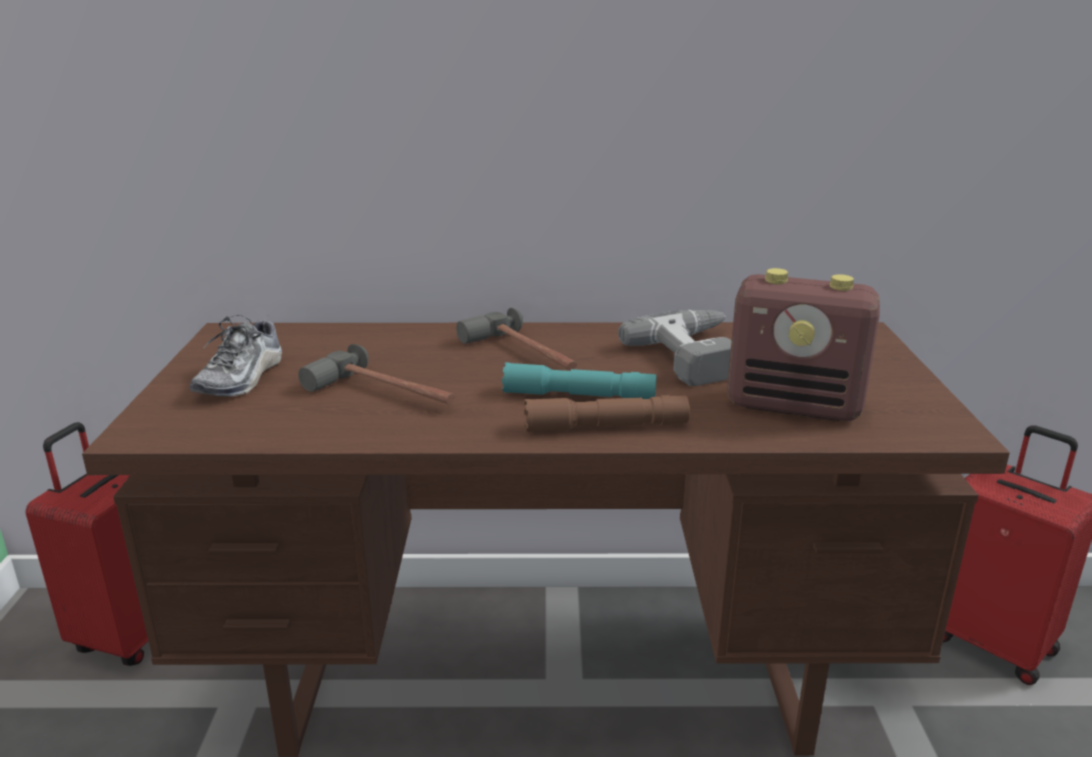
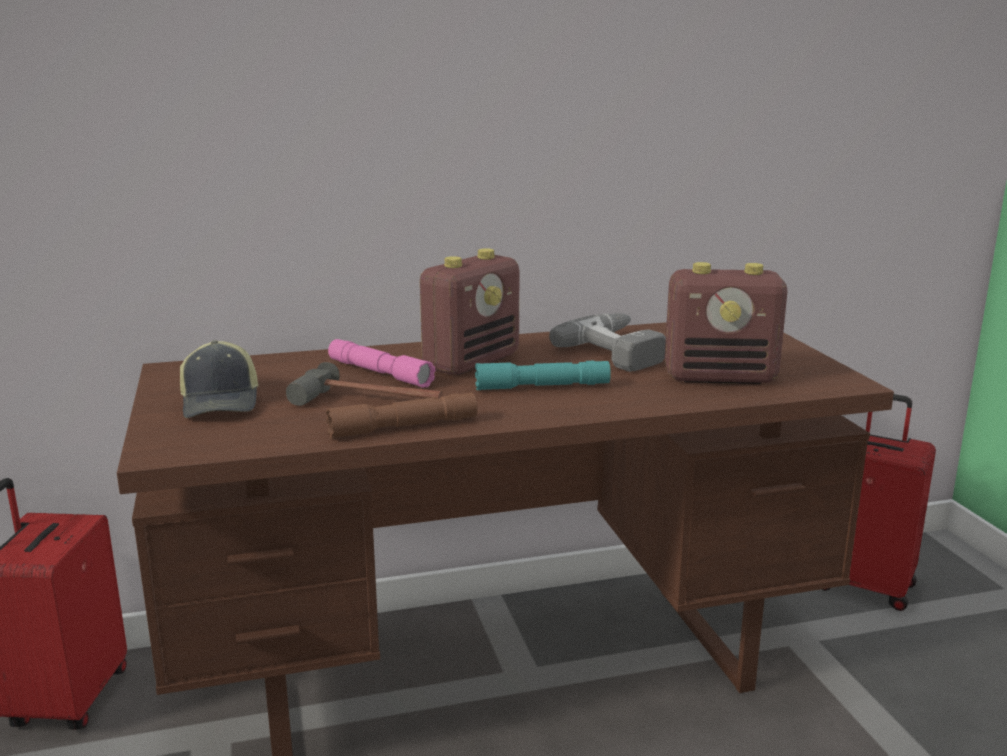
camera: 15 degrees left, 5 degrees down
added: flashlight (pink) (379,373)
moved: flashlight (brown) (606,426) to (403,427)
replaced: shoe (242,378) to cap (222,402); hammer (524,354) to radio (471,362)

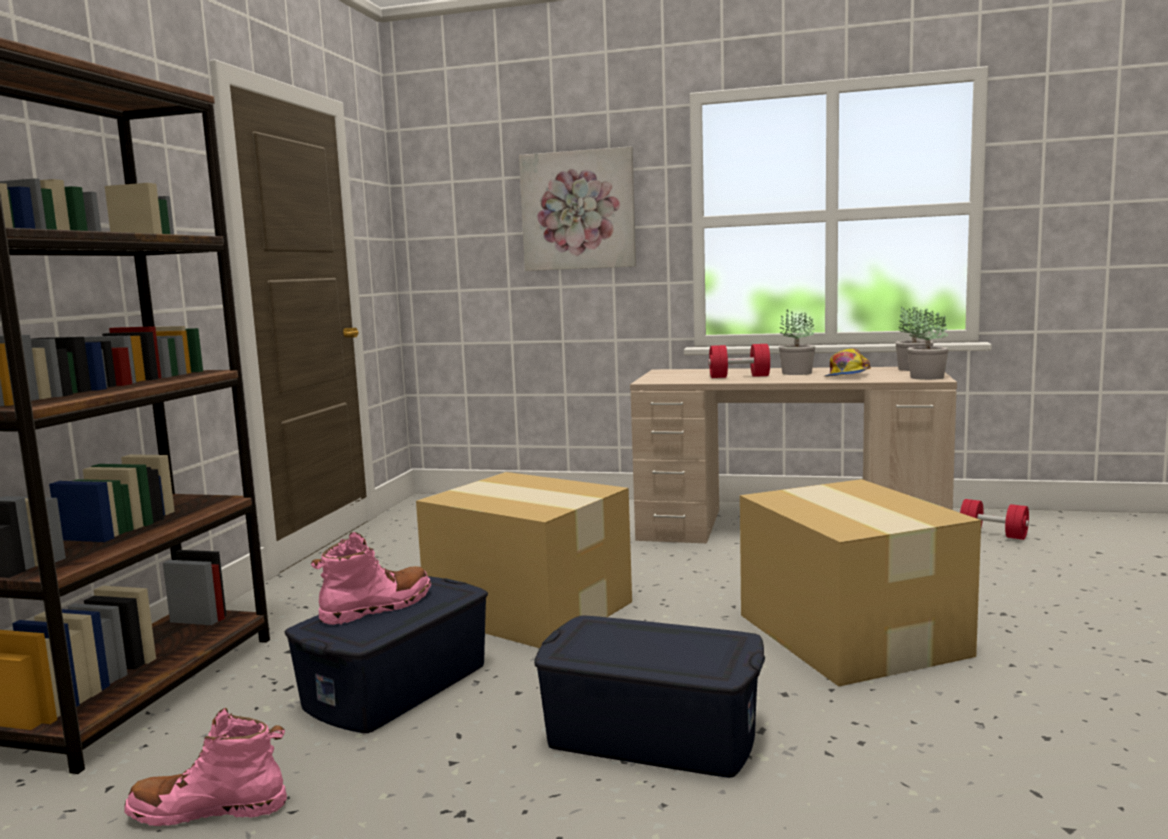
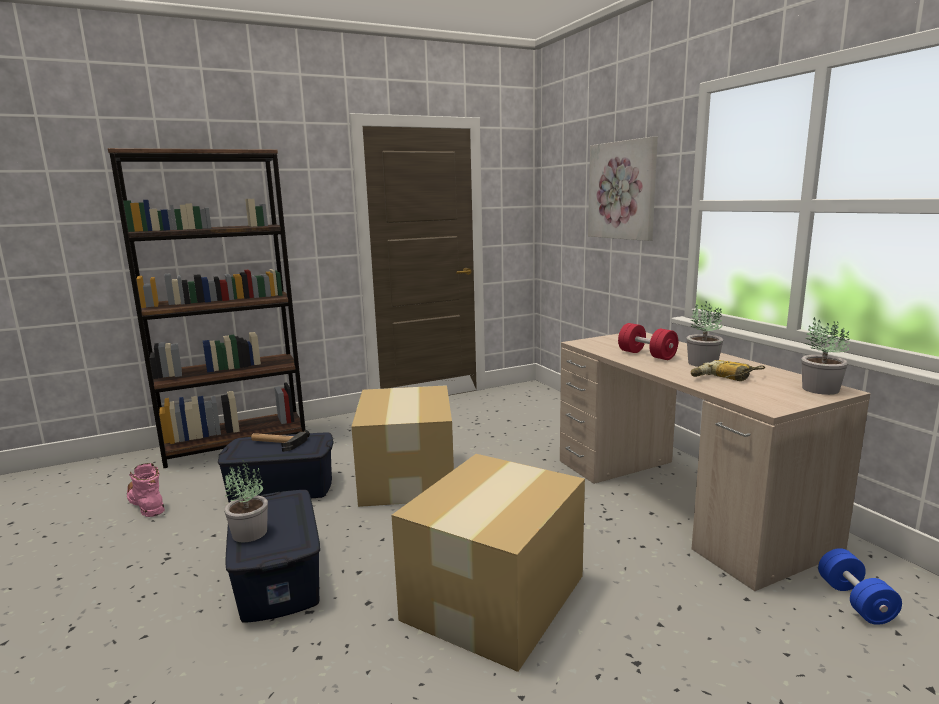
camera: 50 degrees right, 5 degrees up
moved: potted plant (926,377) to (249,533)
replaced: boot (pink) (377,607) to hammer (277,443); cap (847,375) to power drill (725,378)
recoloured: dumbbell (red) (993,534) to dumbbell (blue) (855,601)

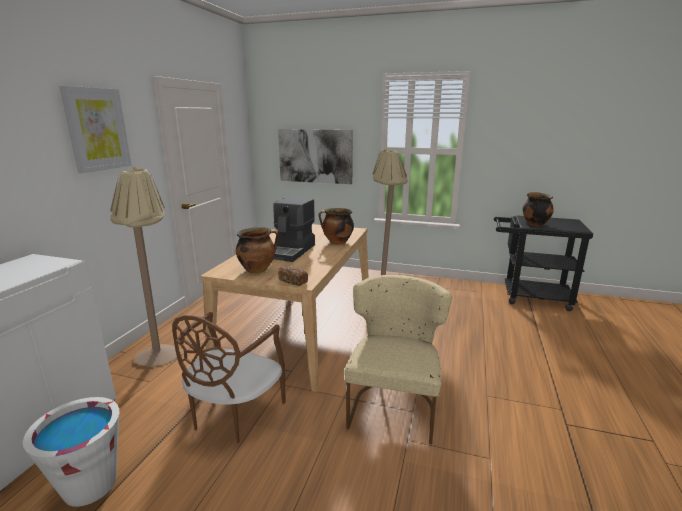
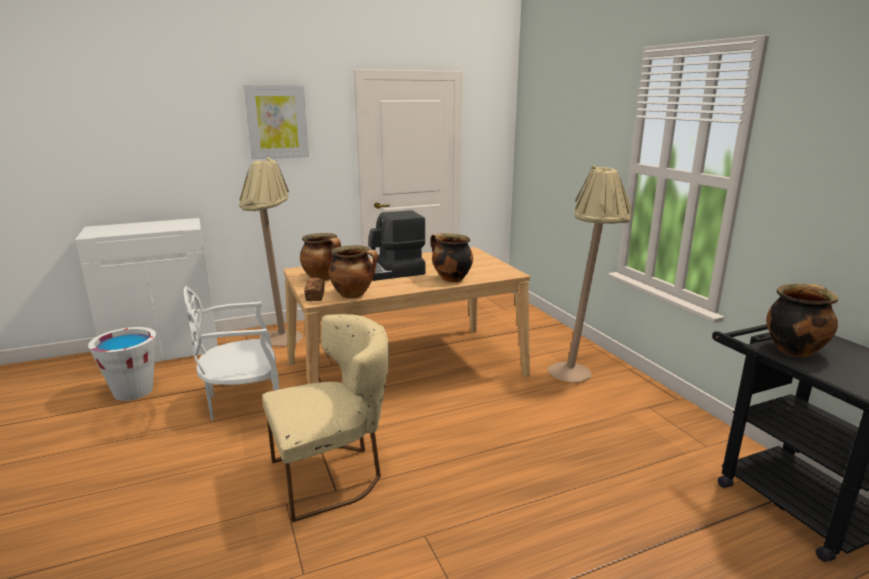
camera: 50 degrees right, 0 degrees up
removed: picture (315,156)
added: cooking pot (354,295)
recoloured: chair (brown) (234,414) to chair (white) (243,402)

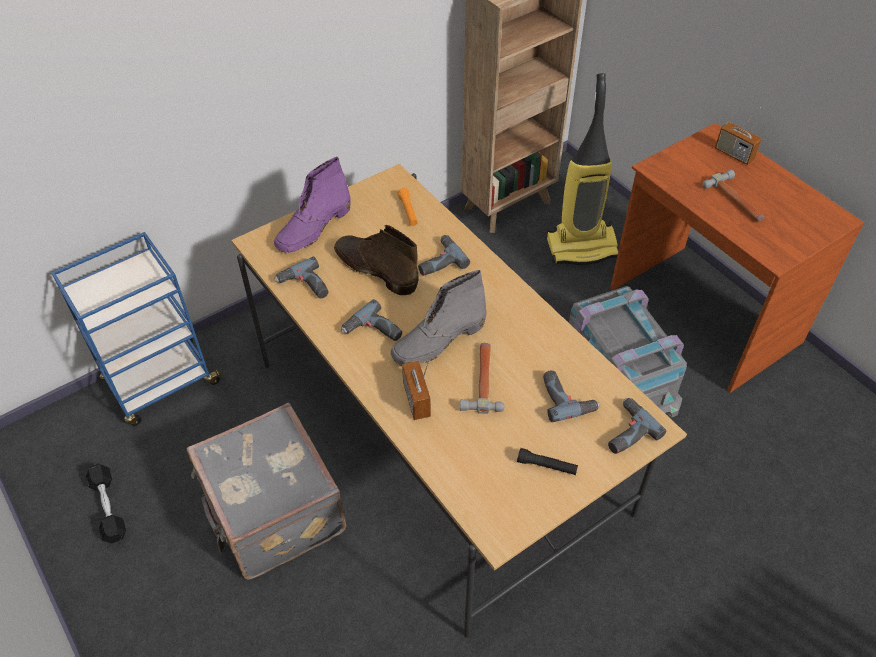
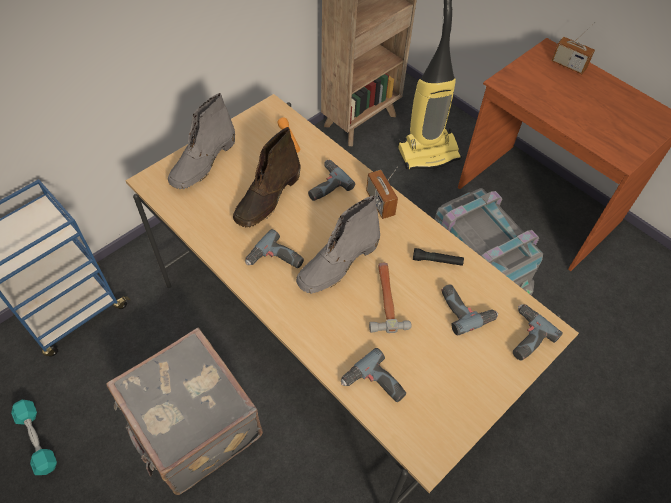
camera: 10 degrees left, 5 degrees up
removed: hammer (736,201)
moved: power drill (304,286) to (374,386); radio (416,400) to (380,203); flashlight (black) (546,466) to (437,261)
recoloured: dumbbell (black) (108,508) to dumbbell (turquoise) (37,440); boot (purple) (313,228) to boot (grey) (203,162)
turned: boot (brown) (375,269) = (267,198) 90 degrees counterclockwise

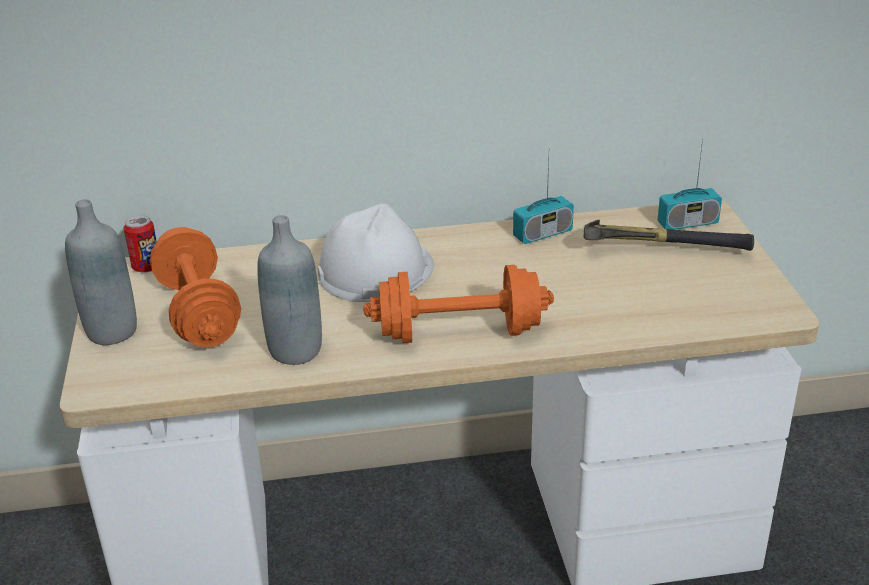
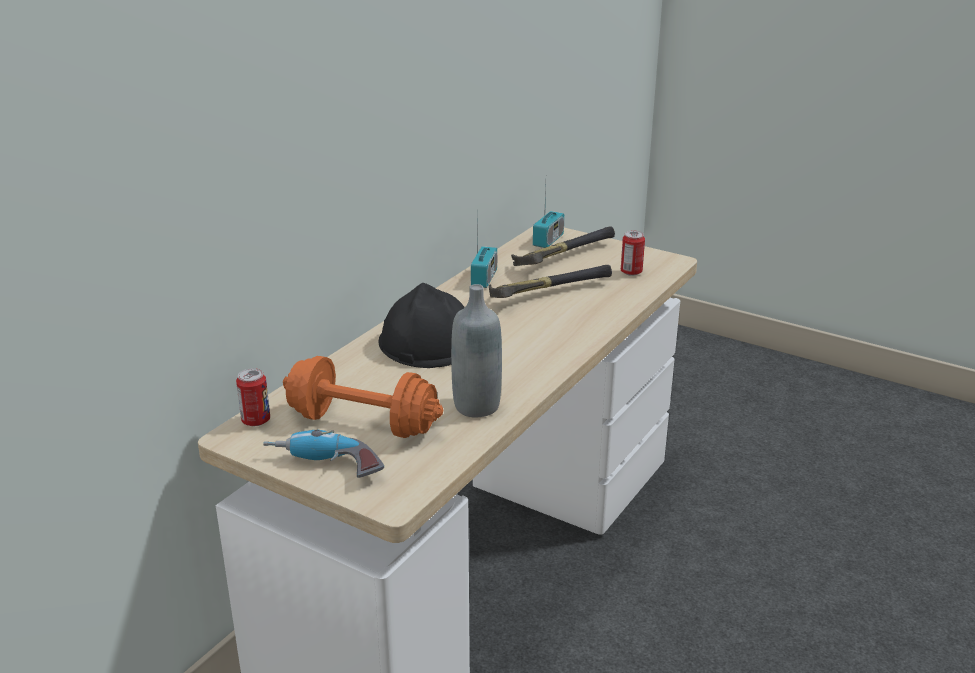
camera: 50 degrees left, 5 degrees down
removed: dumbbell (orange) (459,332)
added: hammer (543,294); can (631,272)
replaced: bottle (grey) (112,331) to power drill (324,467)
recoloured: hard hat (white) (375,270) to hard hat (black) (427,342)

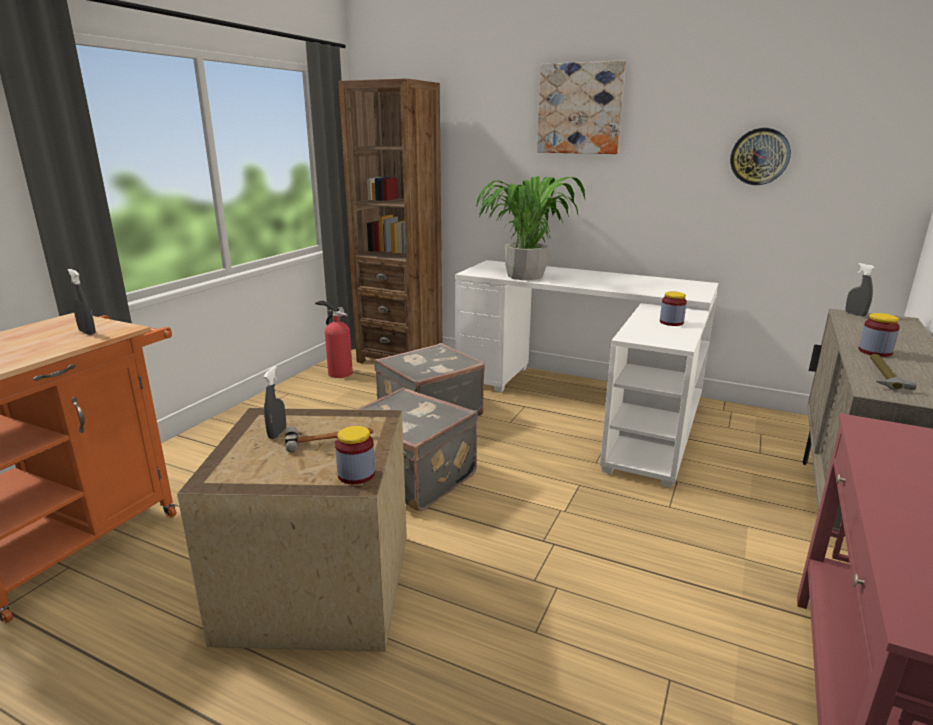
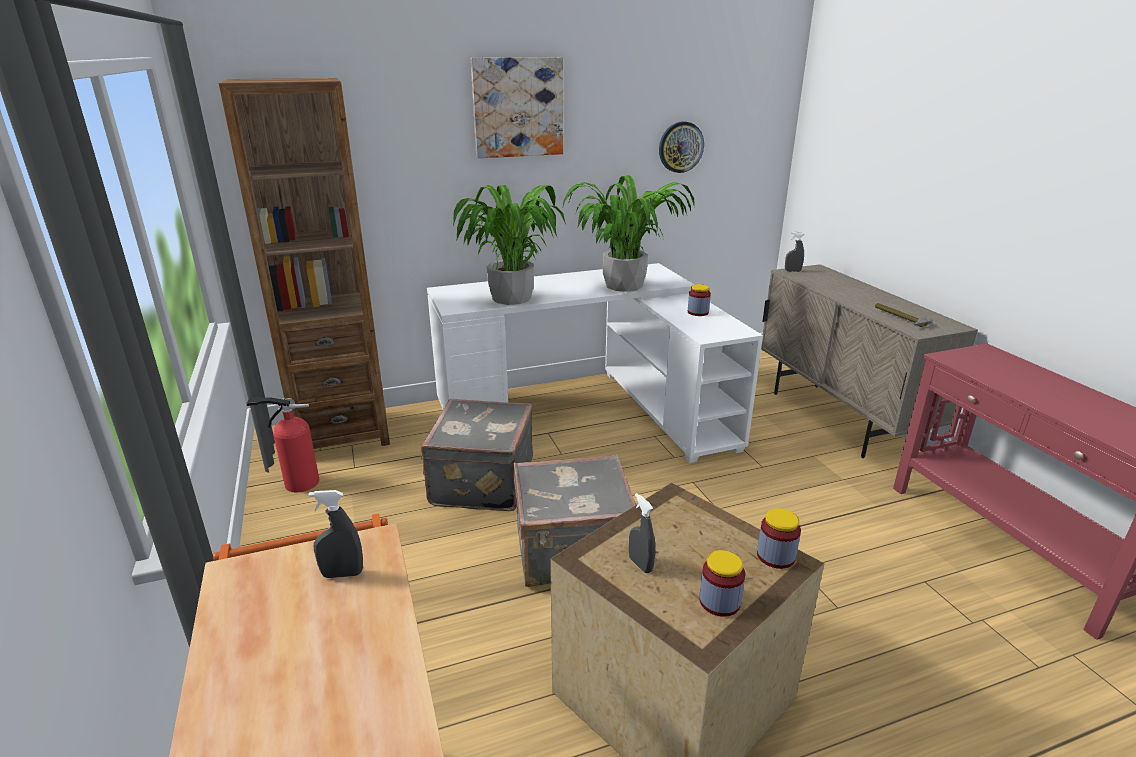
camera: 45 degrees left, 5 degrees up
removed: hammer (330,440)
added: potted plant (623,286)
moved: jar (874,351) to (719,601)

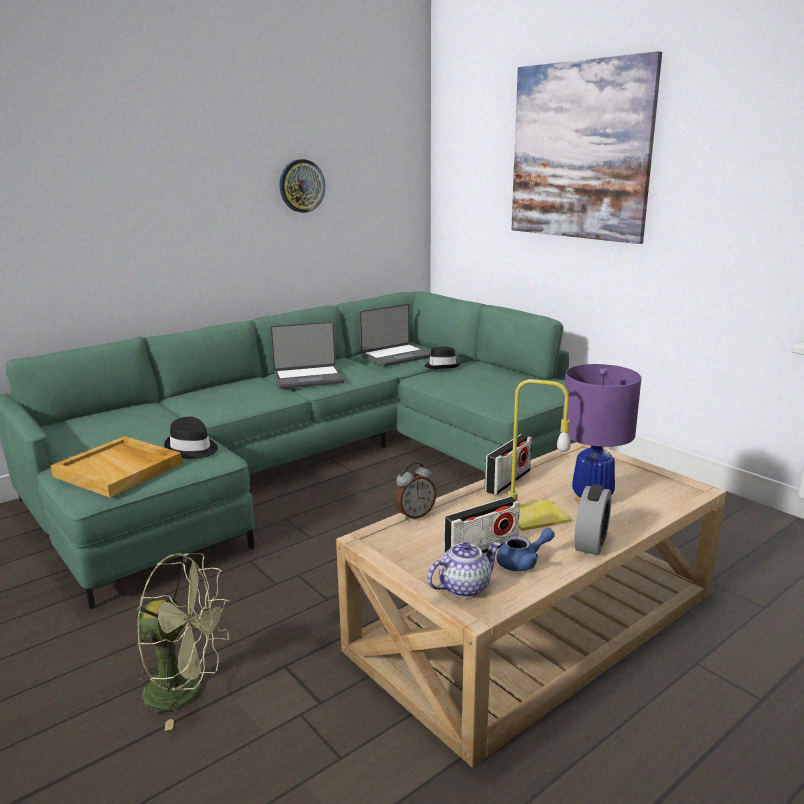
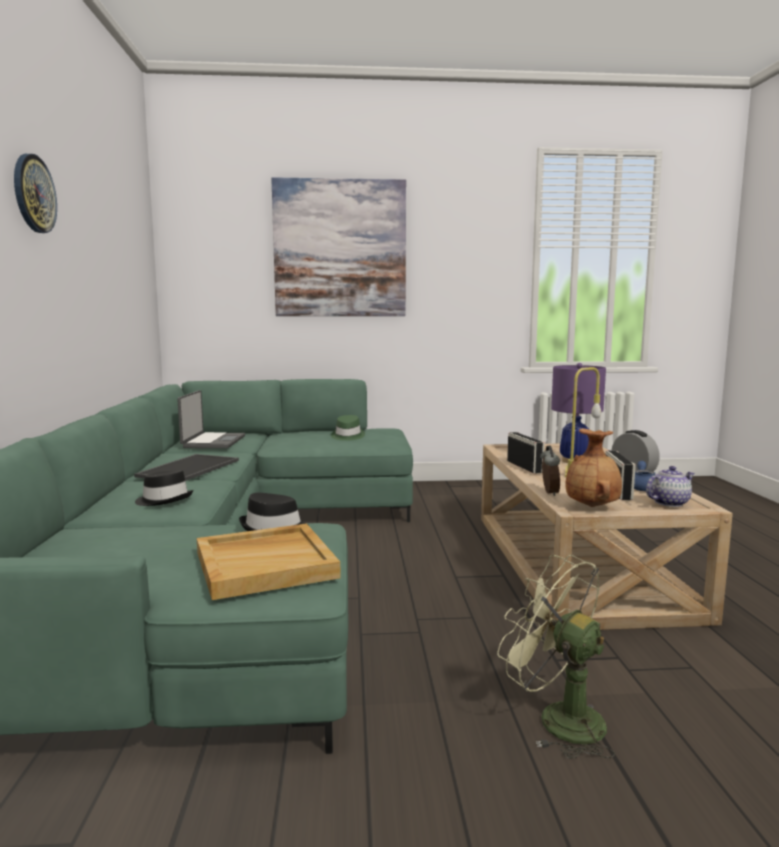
camera: 55 degrees left, 10 degrees down
added: hat (green) (347,436); vase (brown) (593,506)
moved: wall clock (301,186) to (33,194); hat (black) (442,366) to (164,500)
replaced: laptop (308,378) to tray (188,468)
turned: fan (green) (186,691) = (557,718) 90 degrees counterclockwise; teapot (464,587) = (668,502) 60 degrees clockwise

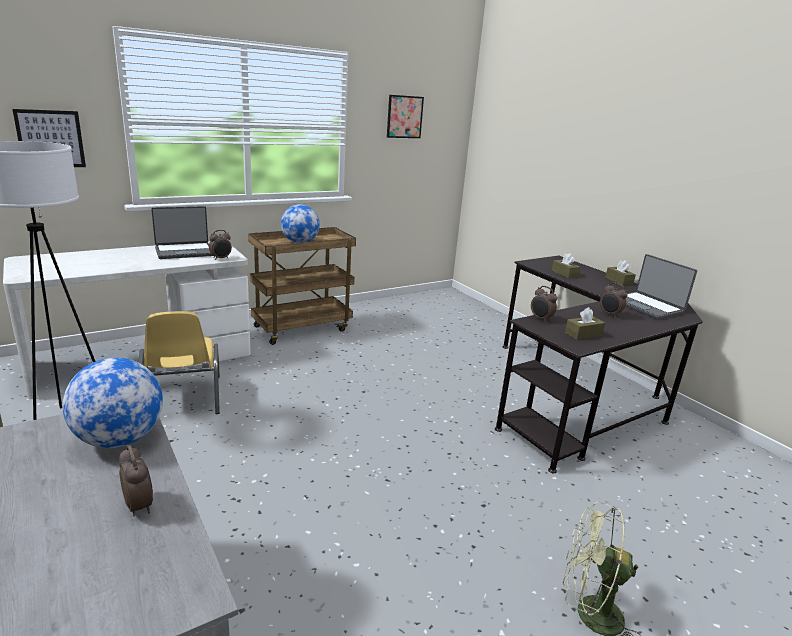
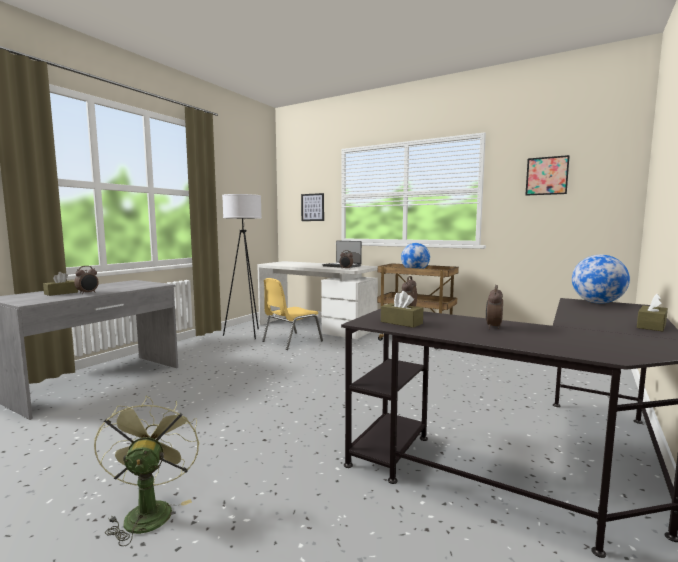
camera: 65 degrees right, 15 degrees down
removed: laptop (647,306)
moved: tissue box (brown) (564,274) to (61,293); globe (119,439) to (597,303)

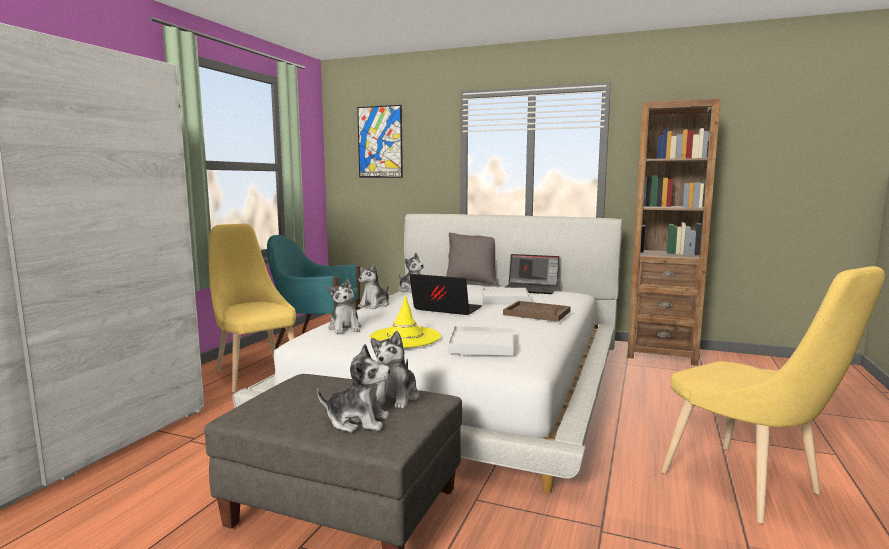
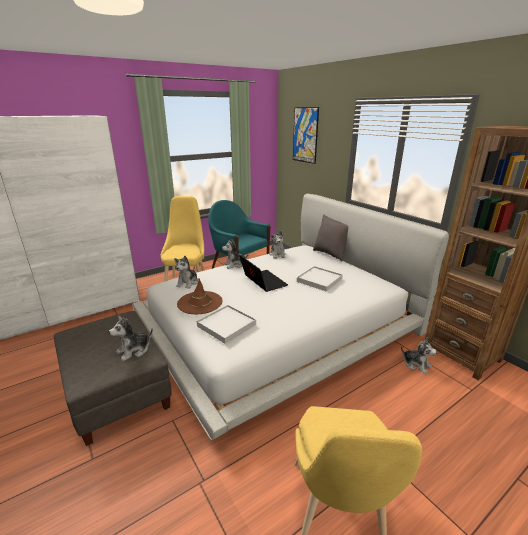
camera: 35 degrees right, 15 degrees up
removed: tray (brown) (536,313); laptop (531,289)
moved: plush toy (357,421) to (416,364)
recoloured: hat (yellow) (405,337) to hat (brown) (200,302)

